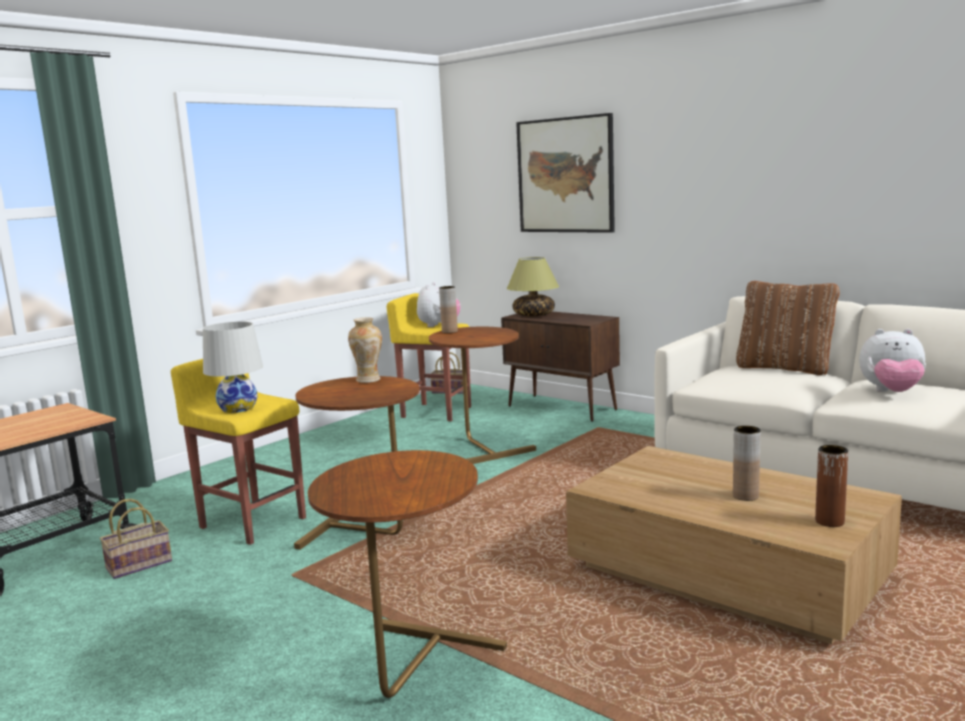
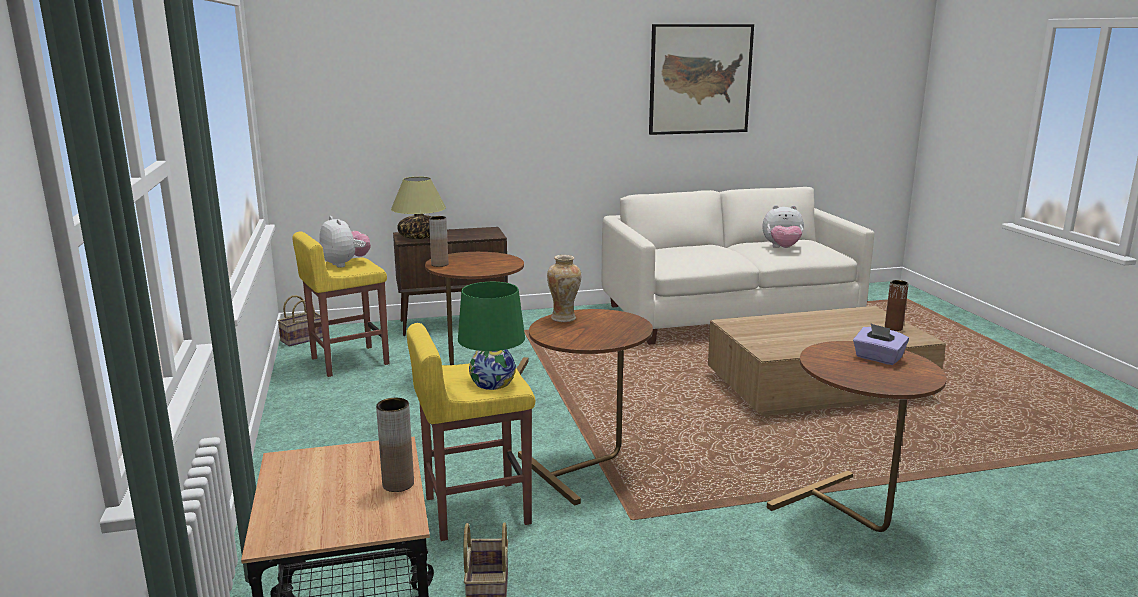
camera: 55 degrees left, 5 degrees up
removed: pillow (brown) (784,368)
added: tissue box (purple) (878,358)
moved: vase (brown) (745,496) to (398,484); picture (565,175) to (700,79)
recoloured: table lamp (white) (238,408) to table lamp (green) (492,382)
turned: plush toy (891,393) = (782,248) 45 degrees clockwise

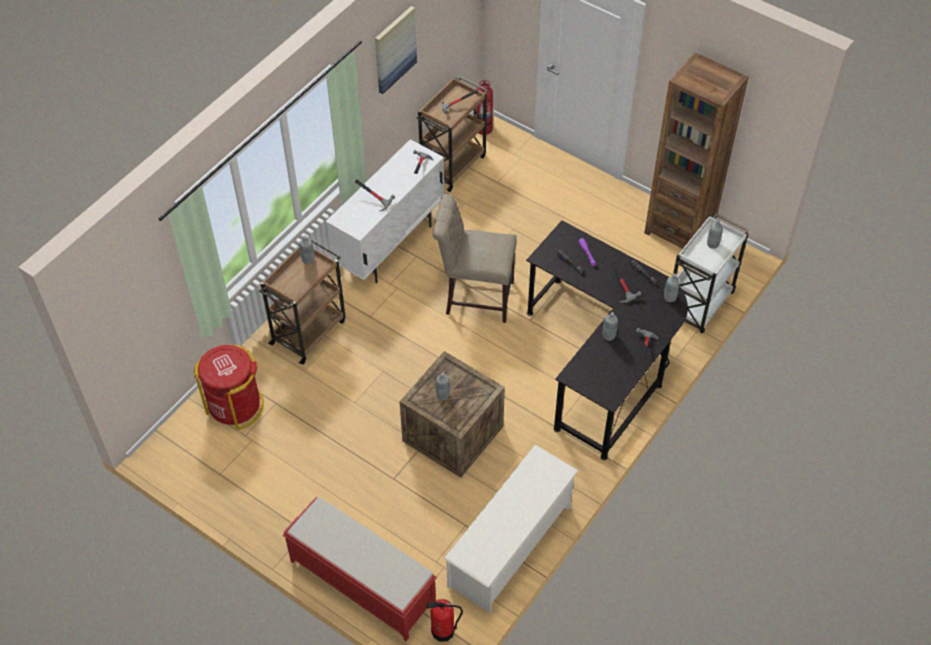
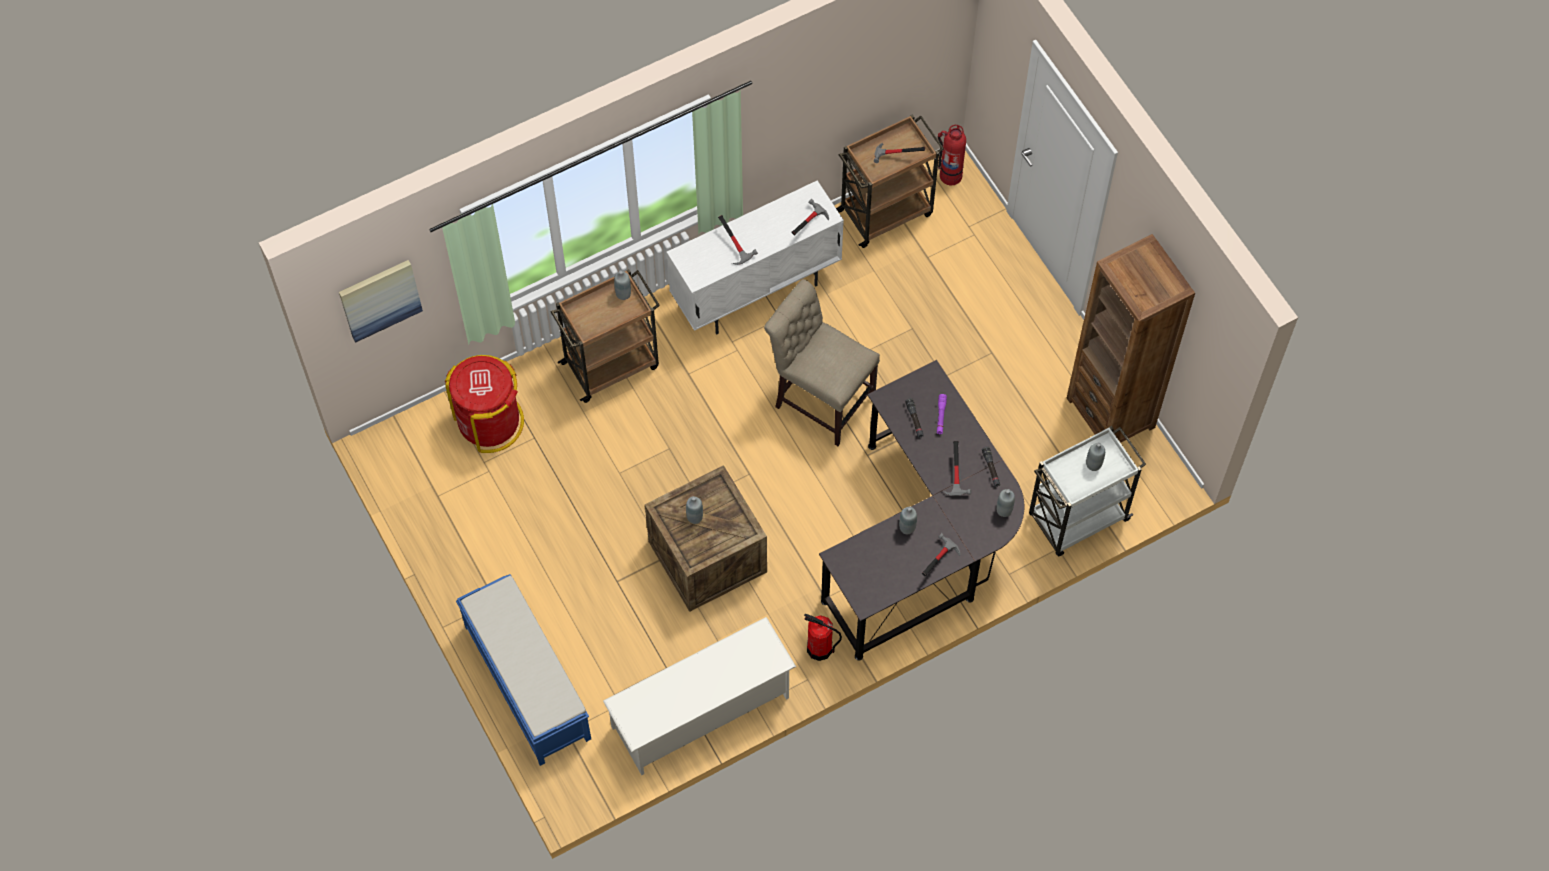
camera: 25 degrees right, 10 degrees up
moved: picture (394,49) to (380,299); fire extinguisher (443,631) to (819,649)
recoloured: bench (red) (361,581) to bench (blue) (526,681)

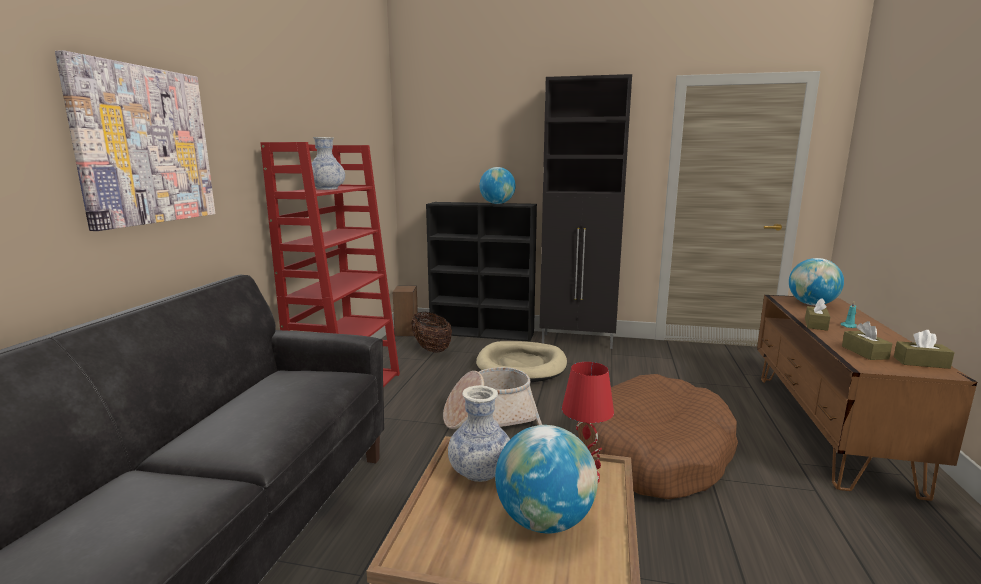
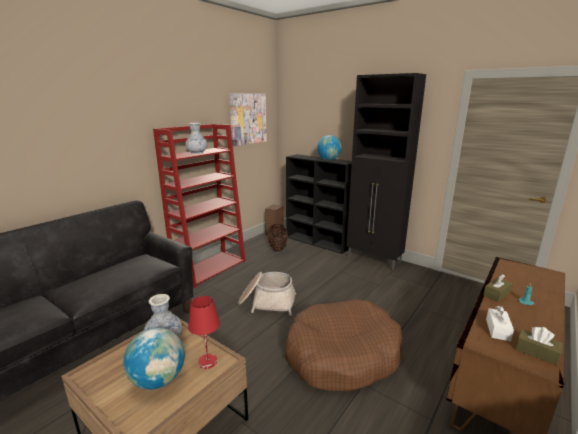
camera: 25 degrees right, 5 degrees up
removed: dog bed (beige) (521,365); globe (812,304)
moved: picture (144,146) to (248,119)
recoloured: tissue box (brown) (864,352) to tissue box (white) (497,330)

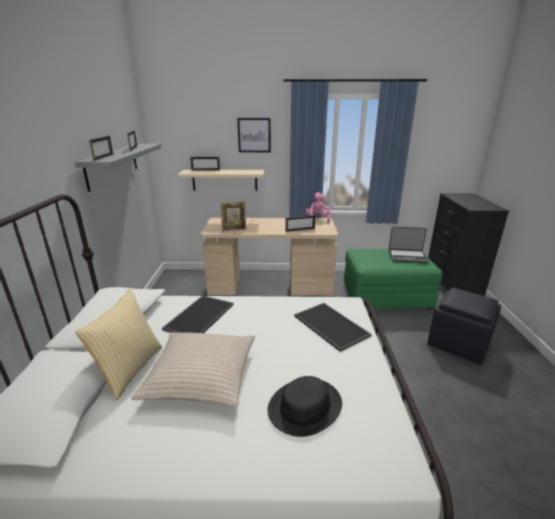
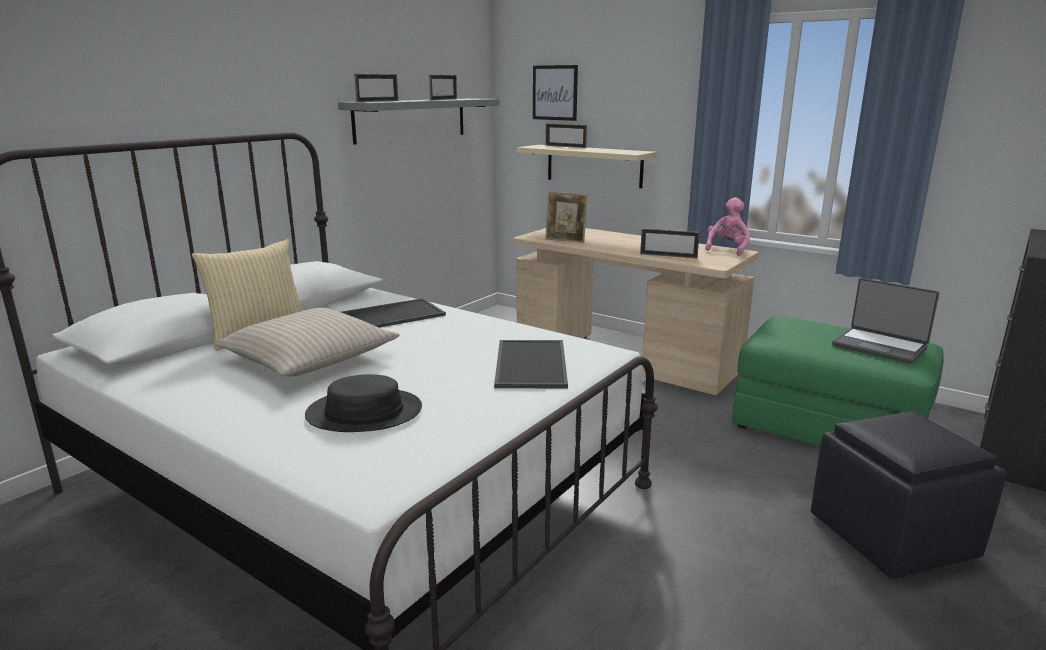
camera: 35 degrees right, 5 degrees down
moved: picture (254,135) to (555,92)

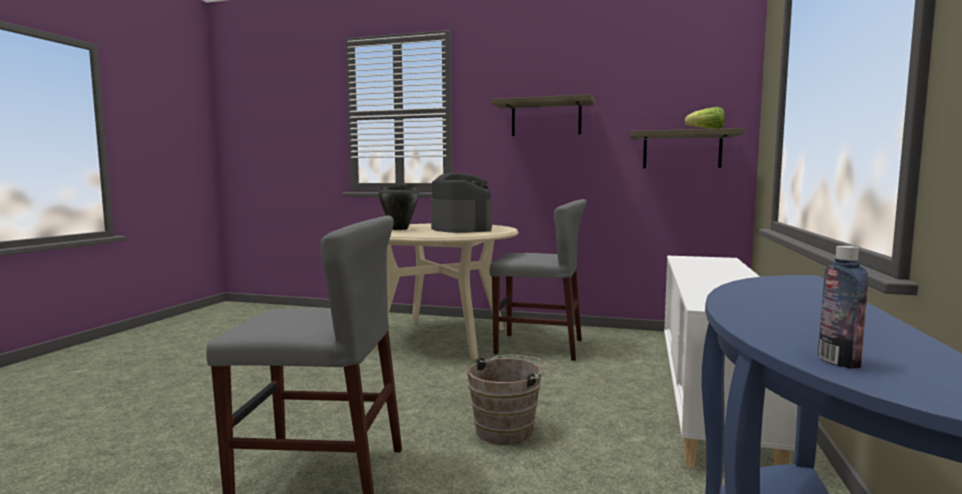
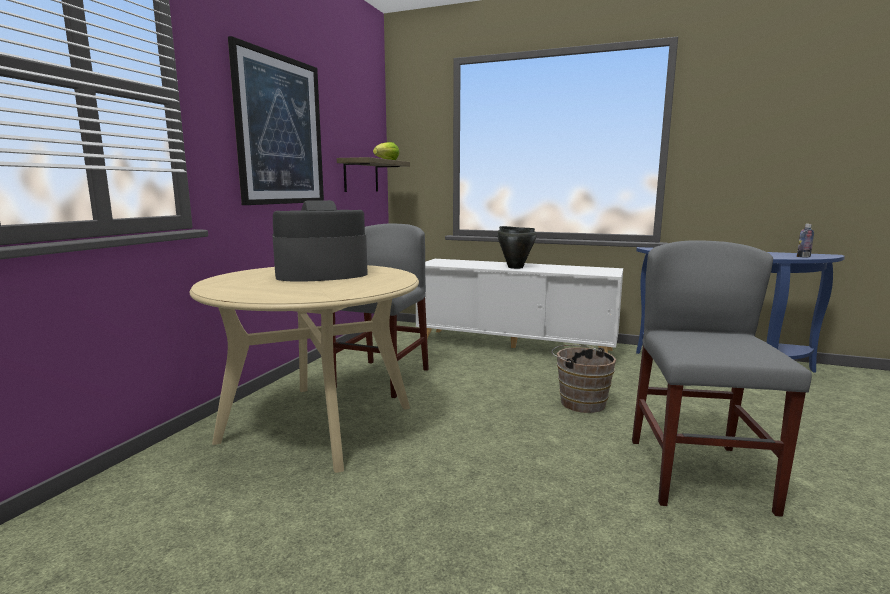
camera: 85 degrees left, 5 degrees up
moved: cooking pot (black) (400,229) to (515,267)
replaced: shelf (546,118) to picture (280,131)

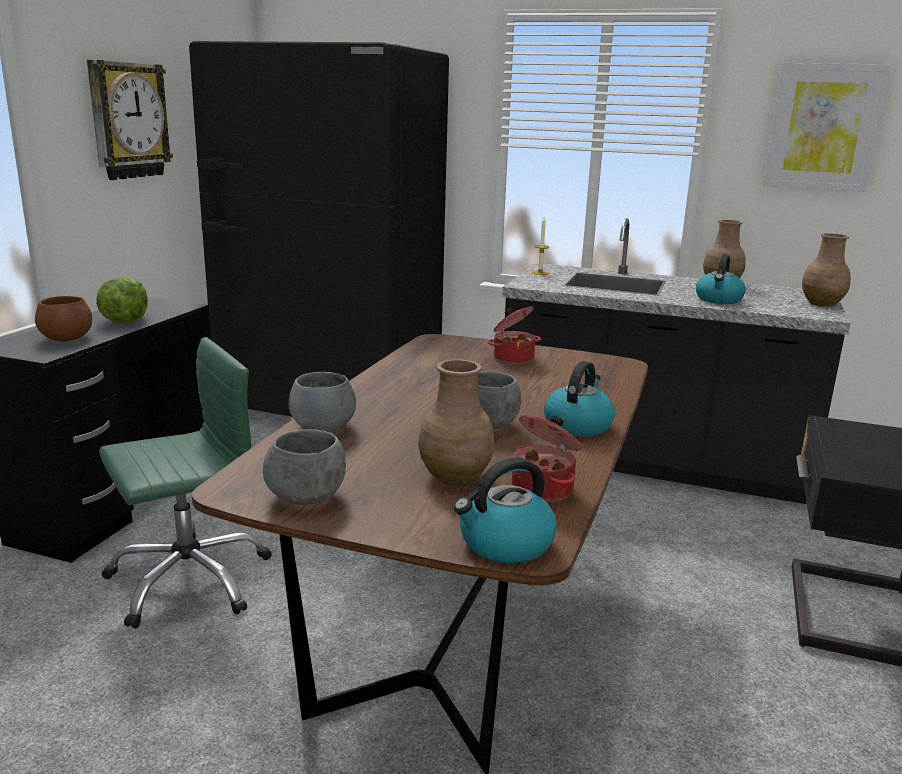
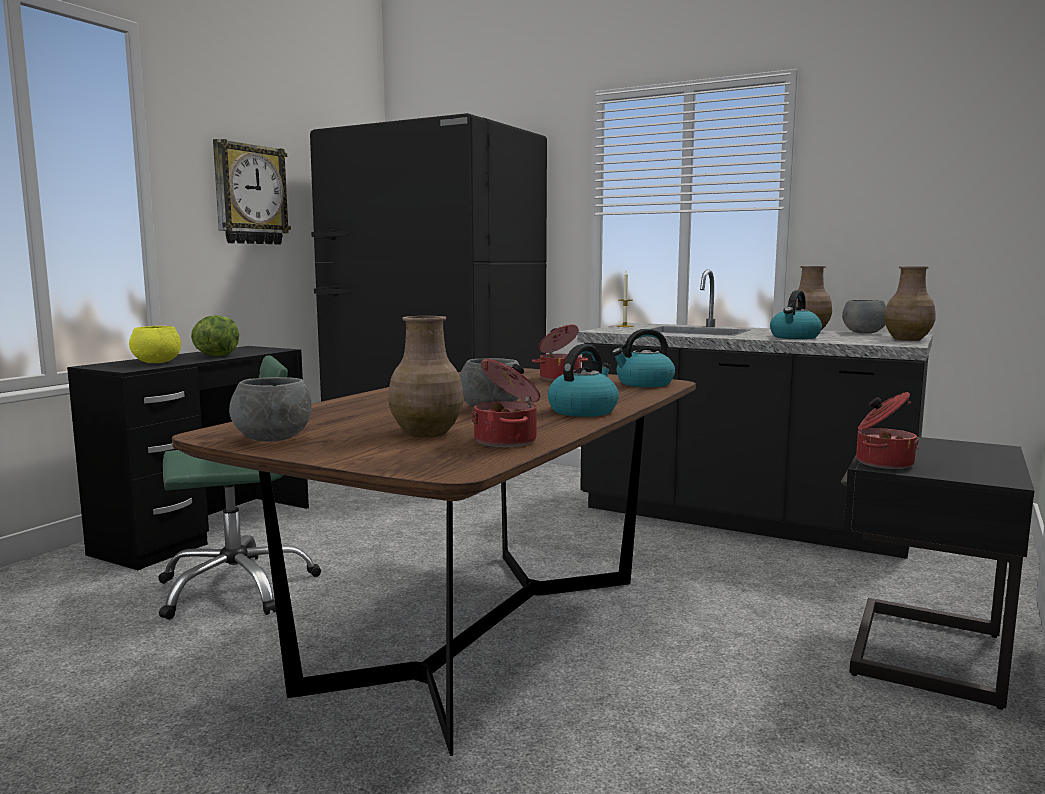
camera: 10 degrees right, 10 degrees down
removed: picture (823,127)
added: cooking pot (882,463)
moved: kettle (505,544) to (644,384); bowl (grey) (323,427) to (864,333)
recoloured: bowl (brown) (67,339) to bowl (yellow) (157,362)

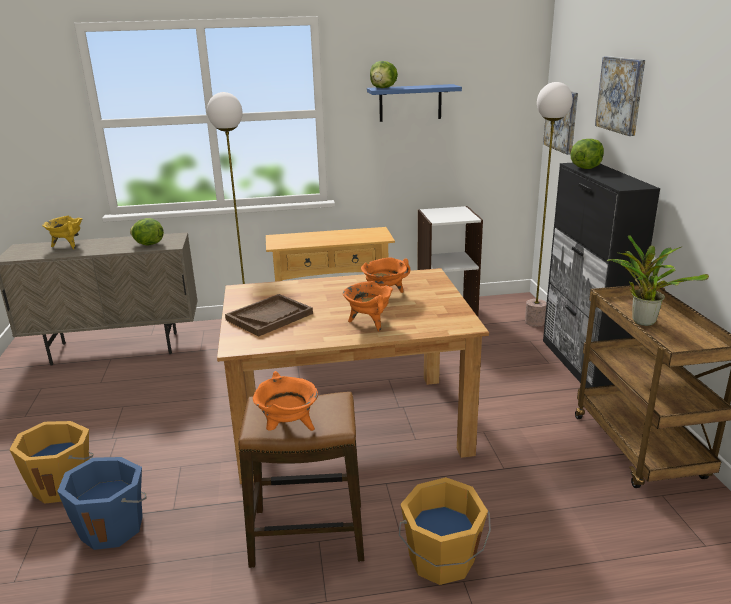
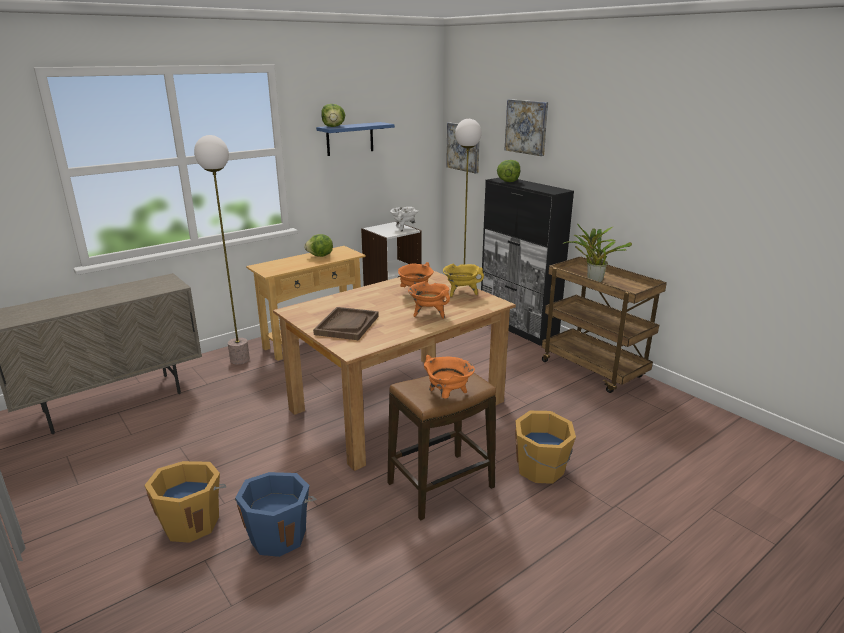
camera: 30 degrees left, 0 degrees up
added: cooking pot (white) (403,228)
moved: lettuce (148,244) to (320,256); cooking pot (yellow) (67,246) to (461,293)

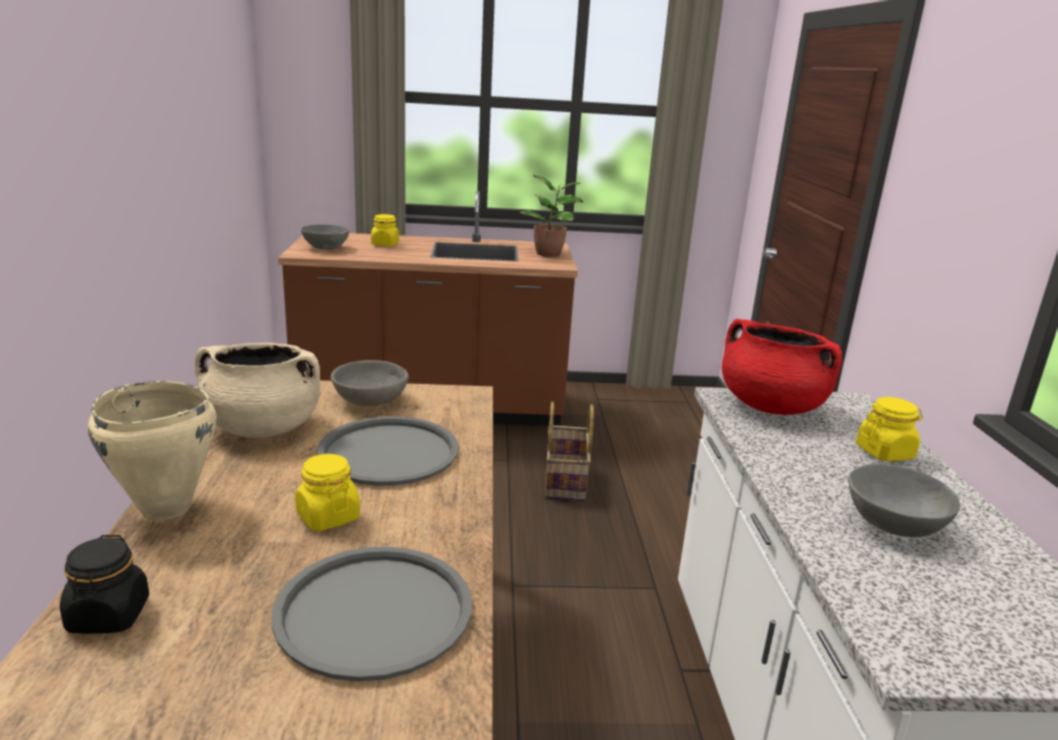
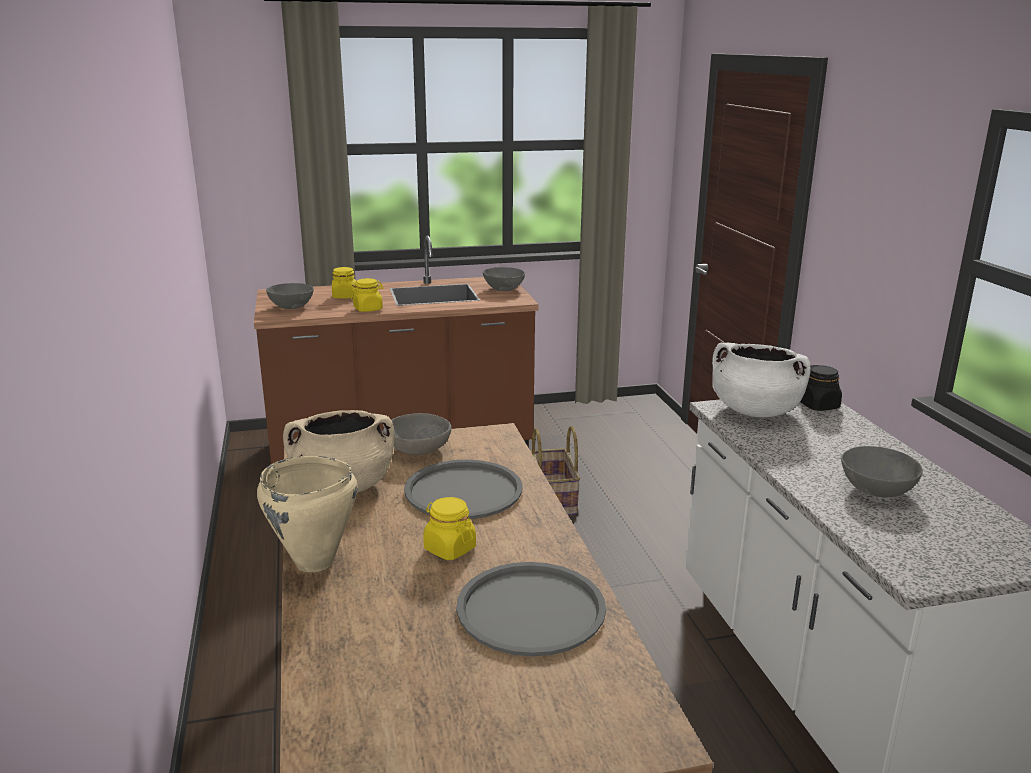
camera: 10 degrees left, 0 degrees up
moved: jar (yellow) (884,452) to (368,309); jar (black) (108,616) to (819,406)
replaced: potted plant (550,254) to bowl (grey) (504,289)
recoloured: cooking pot (red) (770,406) to cooking pot (white) (754,411)

